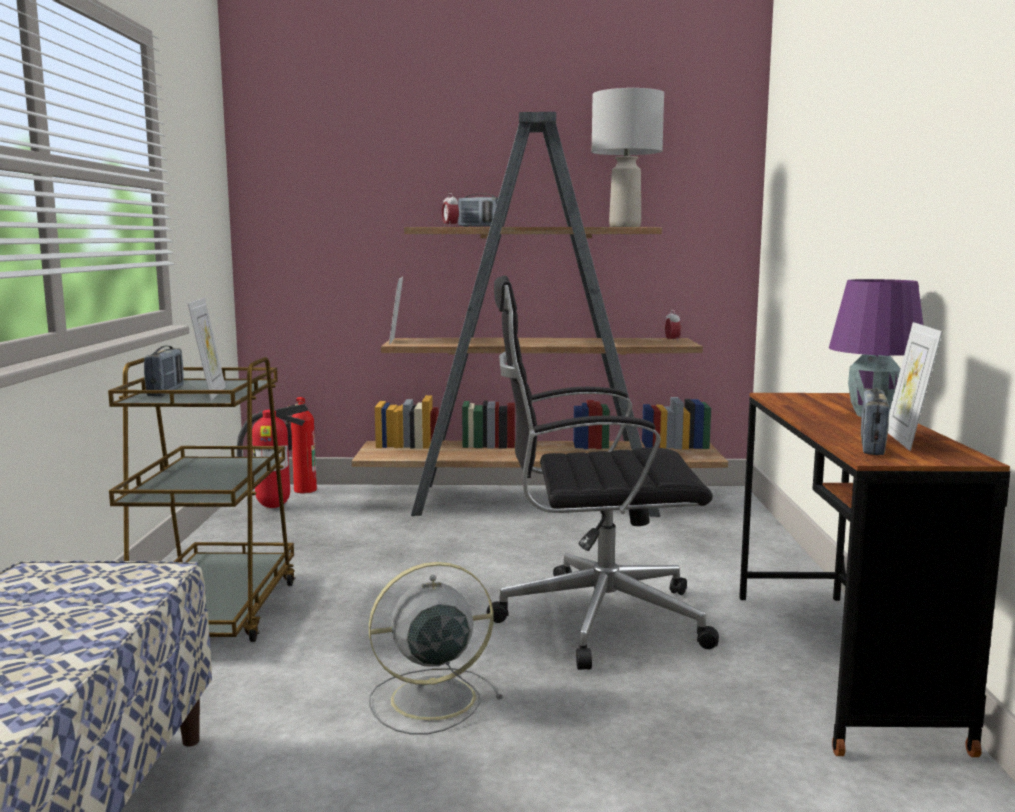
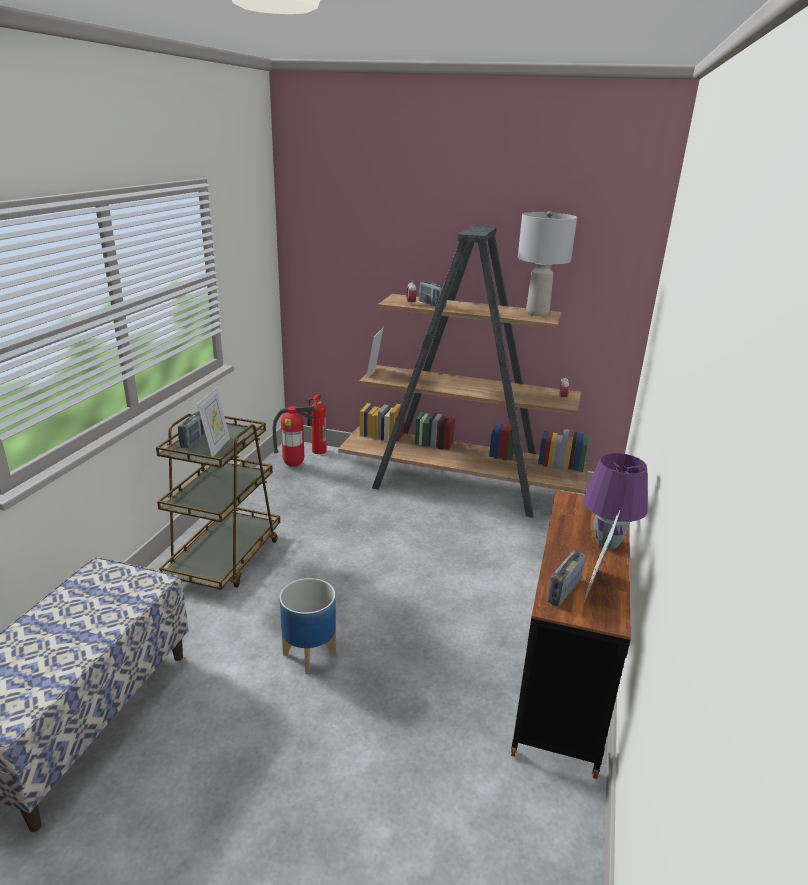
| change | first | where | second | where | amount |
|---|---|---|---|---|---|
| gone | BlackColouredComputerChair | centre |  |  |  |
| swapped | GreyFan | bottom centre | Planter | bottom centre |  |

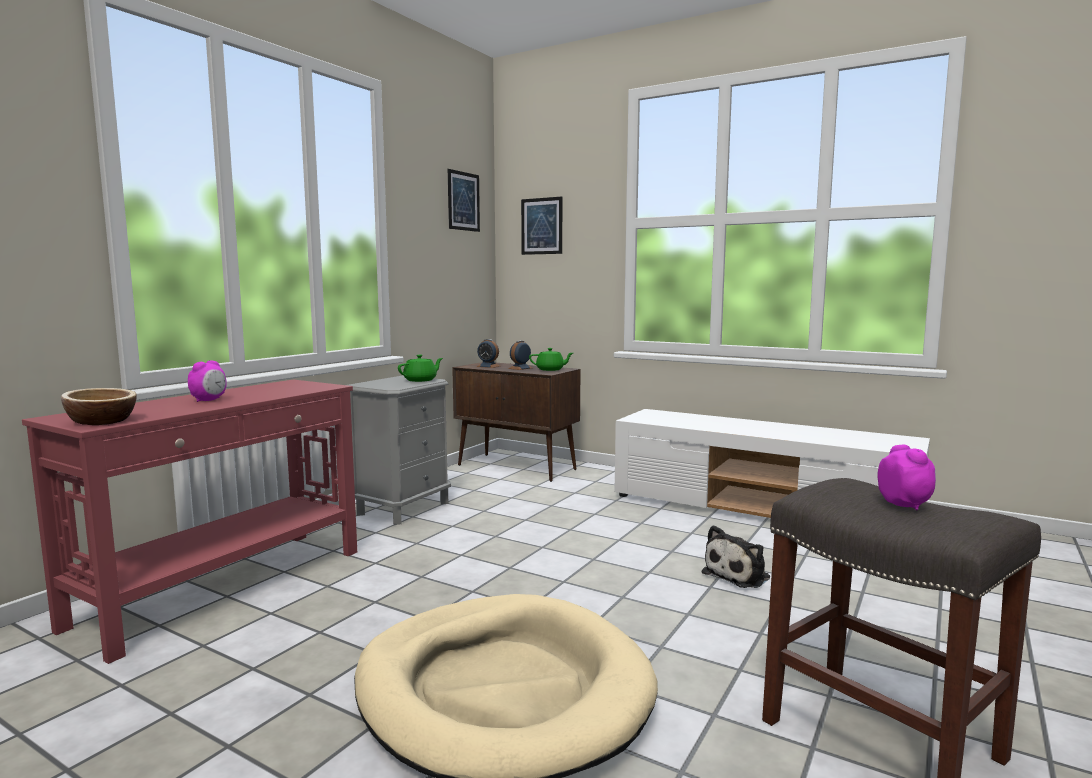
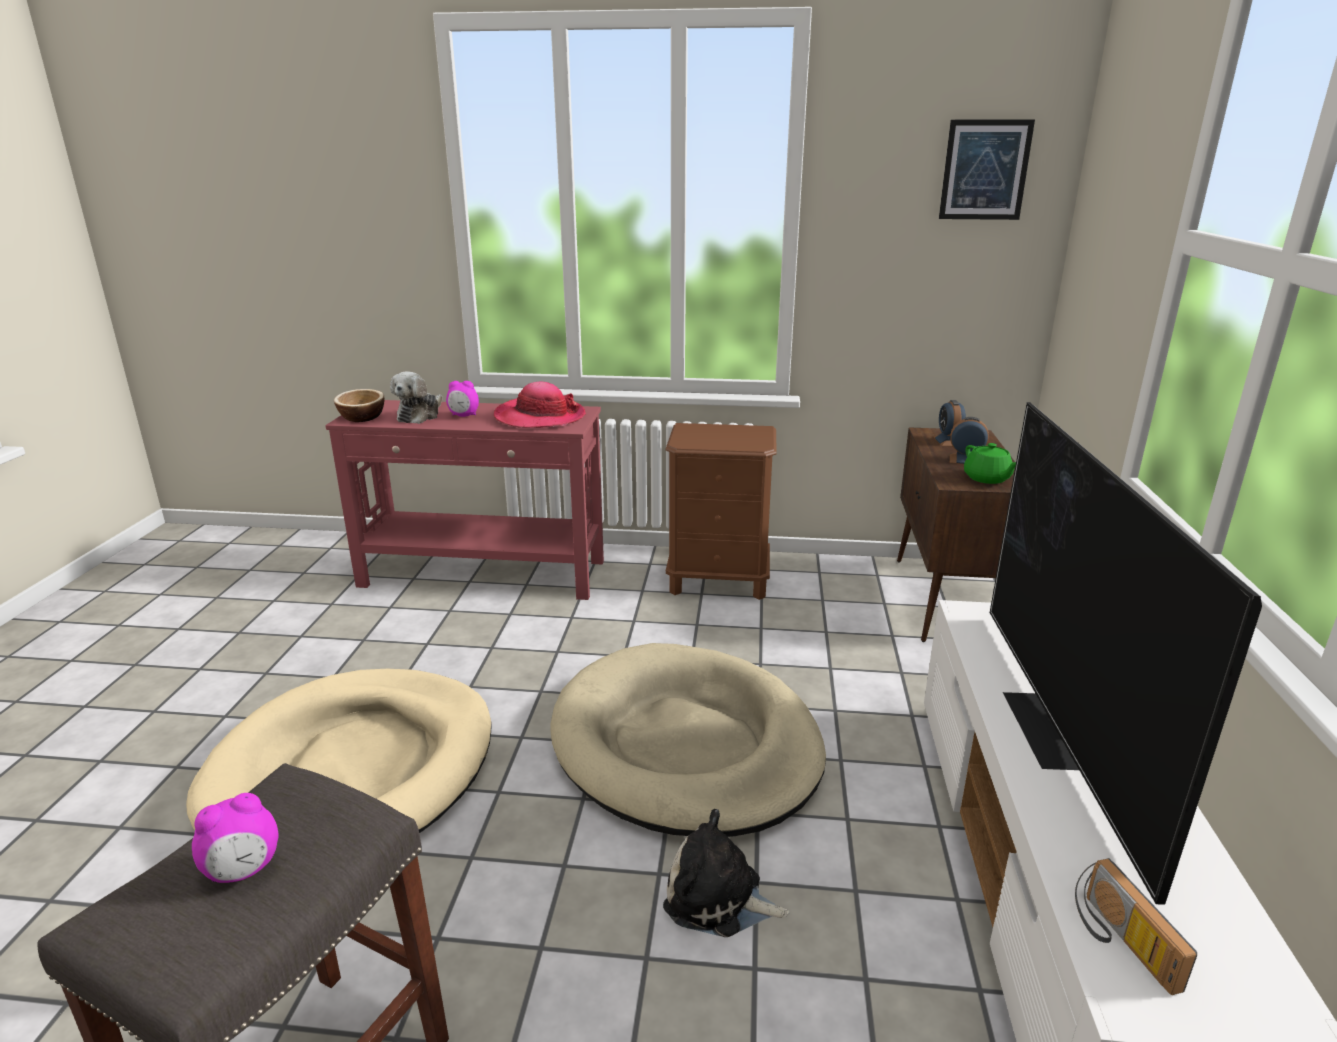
| change | first | where | second | where | amount |
|---|---|---|---|---|---|
| gone | Picture (no. 2 from left) | top centre |  |  |  |
| gone | GreenTeaPot (no. 1 from left) | centre |  |  |  |
| repainted | GreyBedsideTable | centre | BrownBedsideTable | centre |  |
| new |  |  | SoftToy (no. 1 from left) | middle left |  |
| new |  |  | Hat | centre |  |
| new |  |  | Television | middle right |  |
| new |  |  | BeigeDogBed (no. 2 from left) | bottom centre |  |
| new |  |  | RadioReceiver | bottom right |  |

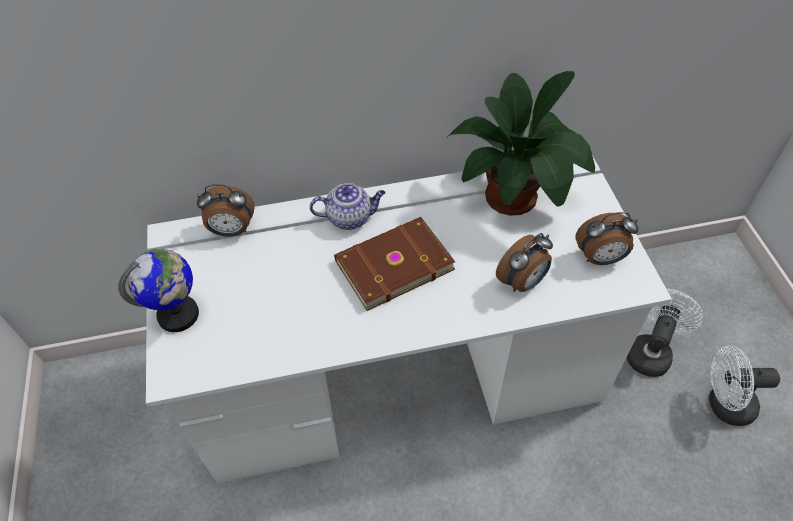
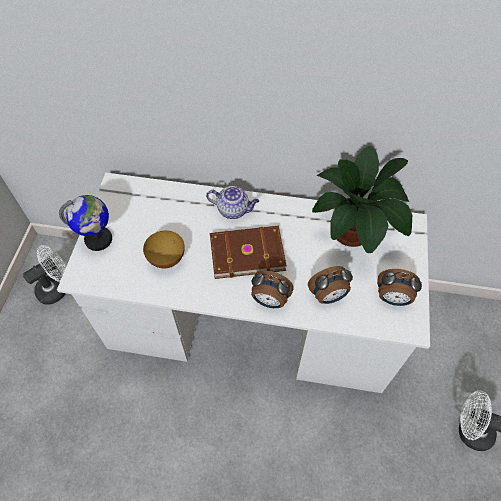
| change | first | where | second | where | amount |
|---|---|---|---|---|---|
| shifted | TableClock (no. 1 from left) | middle left |  | centre |  |
| shifted | WhiteColouredFan (no. 1 from left) | middle right |  | middle left |  |
| new |  |  | DeepDish | middle left |  |

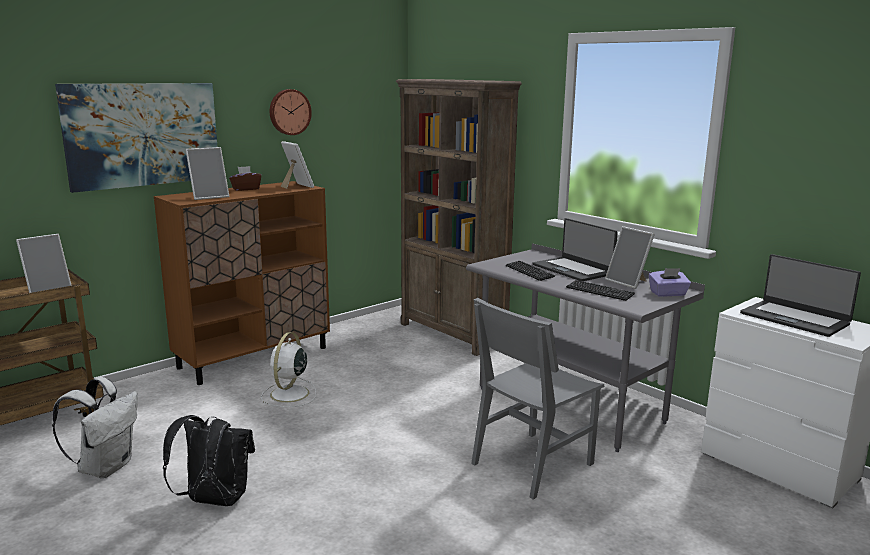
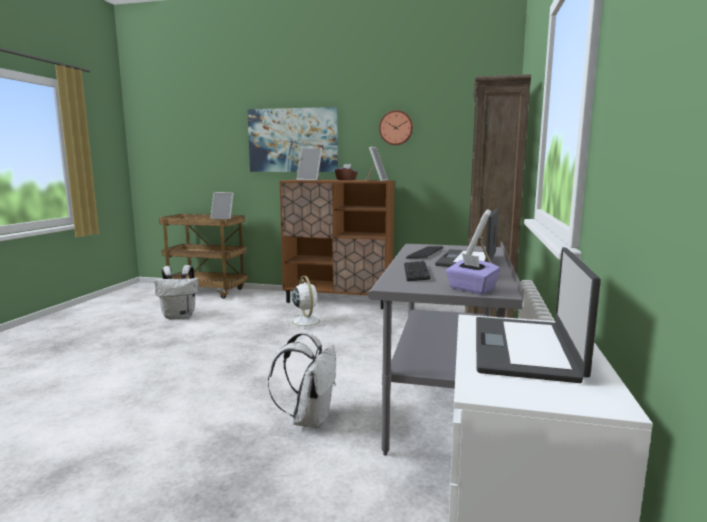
| change | first | where | second | where | amount |
|---|---|---|---|---|---|
| swapped | GreyChair | bottom centre | WhiteColouredKnapsack (no. 2 from left) | bottom centre |  |
| rotated | WhiteColouredFan | middle left |  | centre | 90 degrees clockwise |
| gone | BlackColouredKnapsack | bottom left |  |  |  |

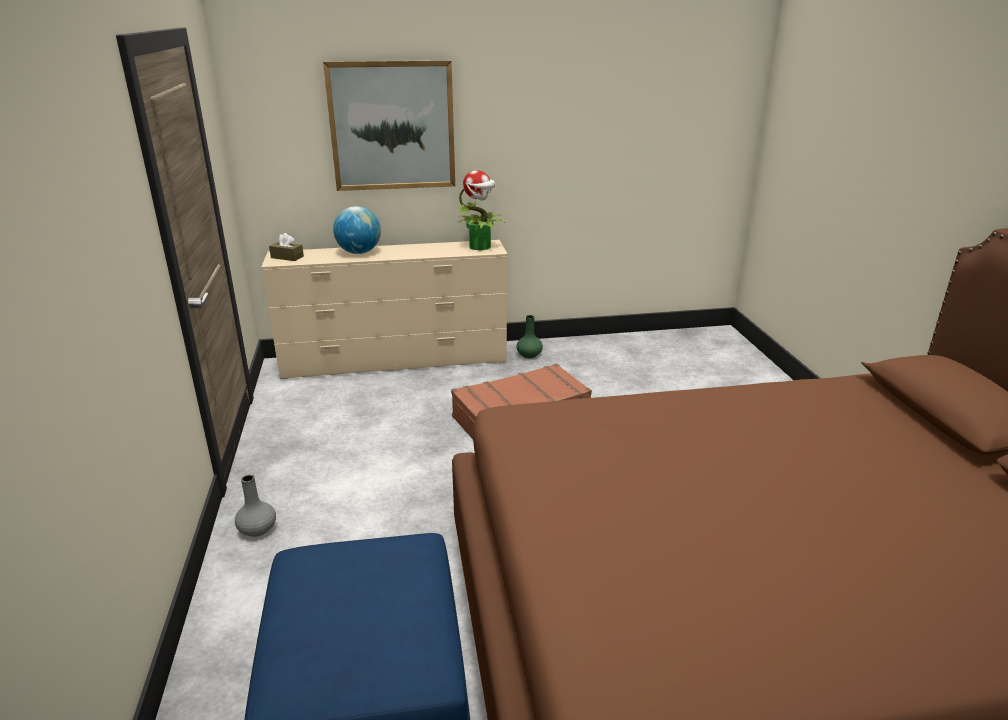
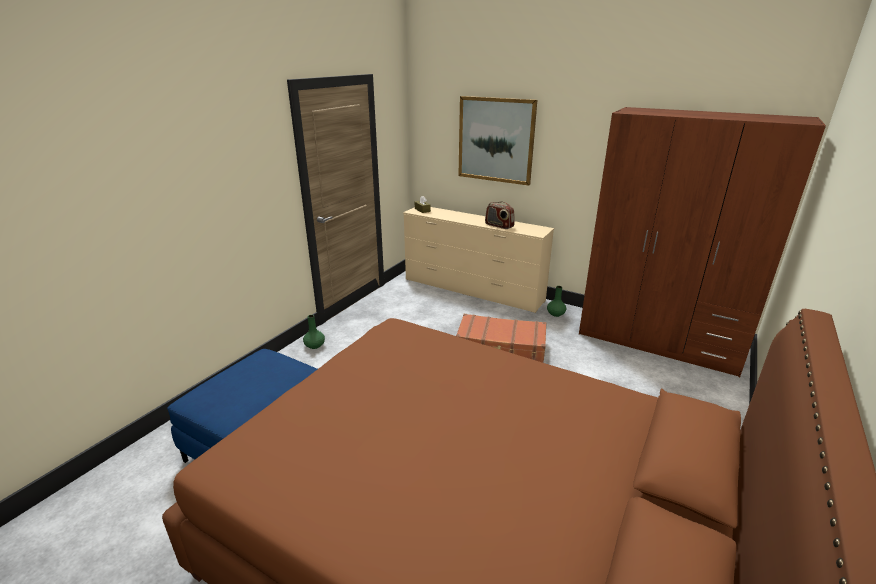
| change | first | where | second | where | amount |
|---|---|---|---|---|---|
| gone | PlantInAPot | top centre |  |  |  |
| gone | Globe | top centre |  |  |  |
| repainted | GreyVase | bottom left | GreenVase (no. 1 from left) | centre |  |
| new |  |  | BrownWardrobe | middle right |  |
| new |  |  | RadioReceiver | centre |  |

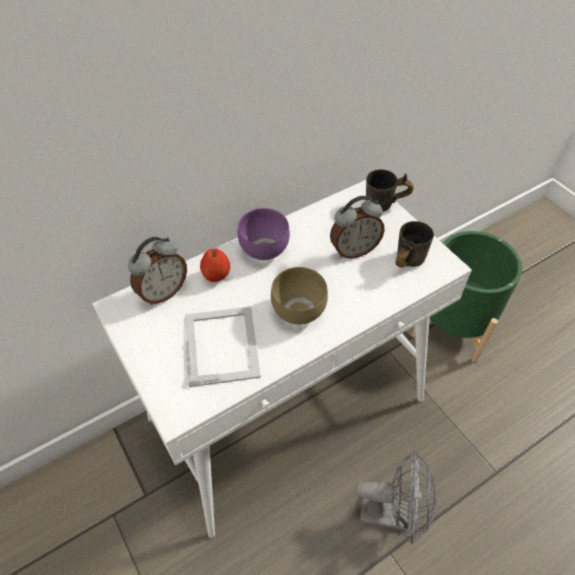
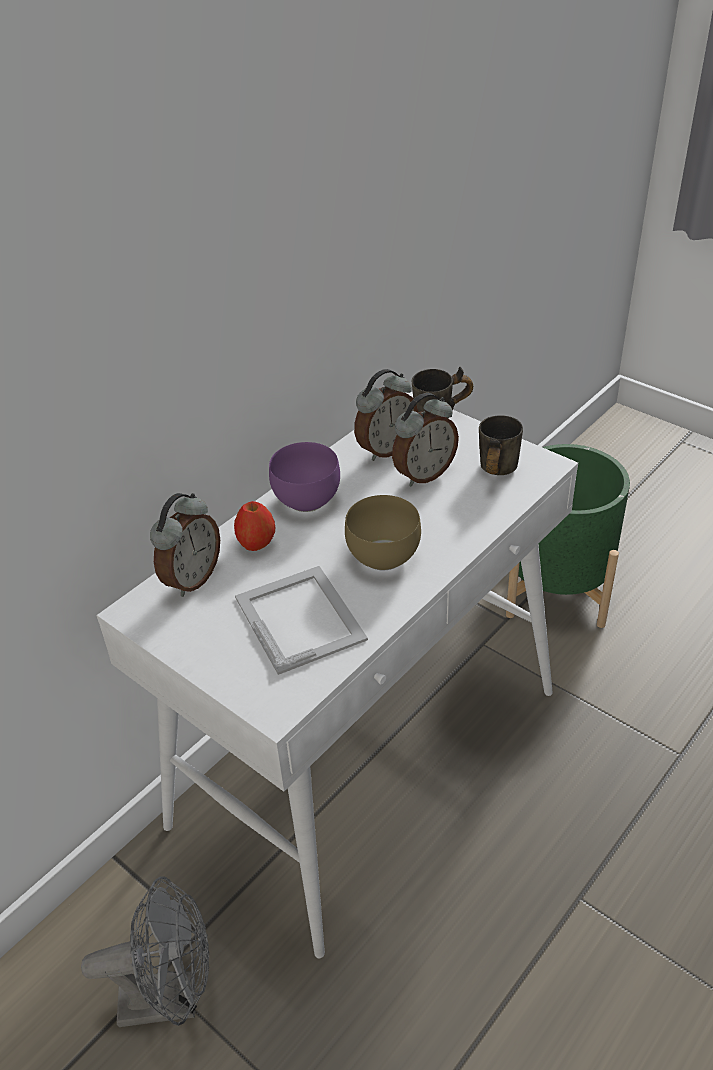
| change | first | where | second | where | amount |
|---|---|---|---|---|---|
| shifted | GreyFan | bottom right |  | bottom left |  |
| new |  |  | TableClock (no. 2 from left) | centre |  |

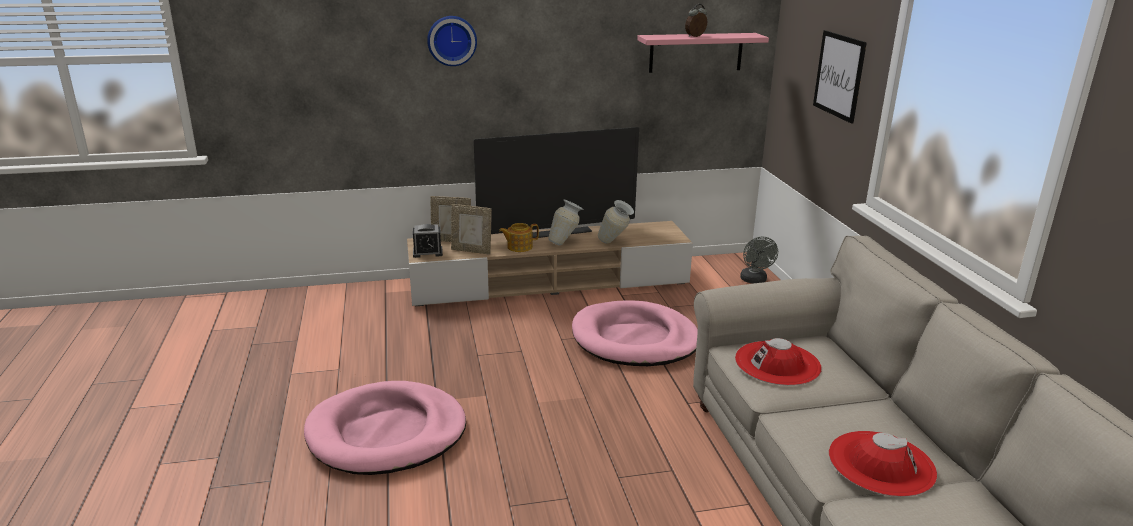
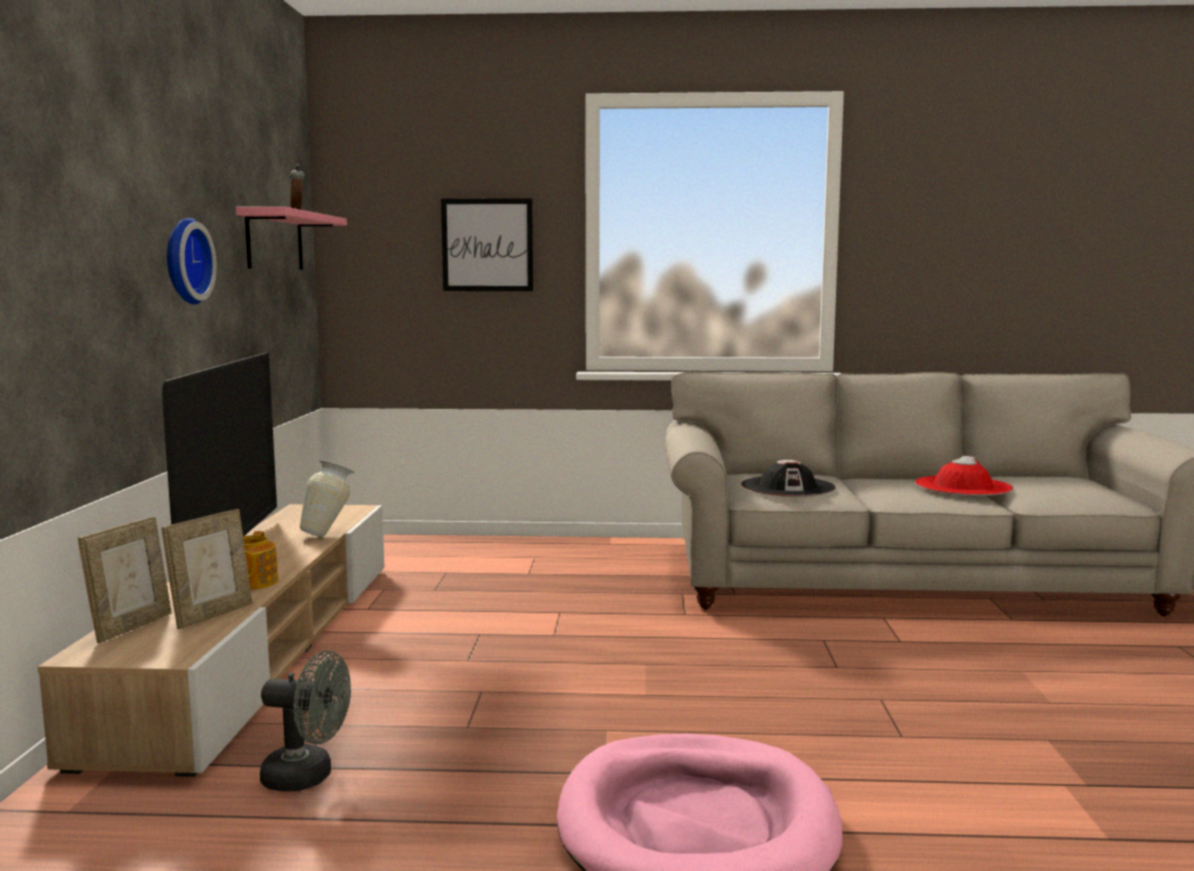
| change | first | where | second | where | amount |
|---|---|---|---|---|---|
| shifted | WallClock | top centre |  | top left |  |
| gone | Vase (no. 1 from left) | centre |  |  |  |
| gone | TableClock (no. 1 from left) | centre |  |  |  |
| shifted | GreyFan | middle right |  | bottom left |  |
| gone | PinkDogBed (no. 2 from left) | centre |  |  |  |
| repainted | ReddishHat (no. 1 from left) | bottom right | BlackColouredHat | centre |  |

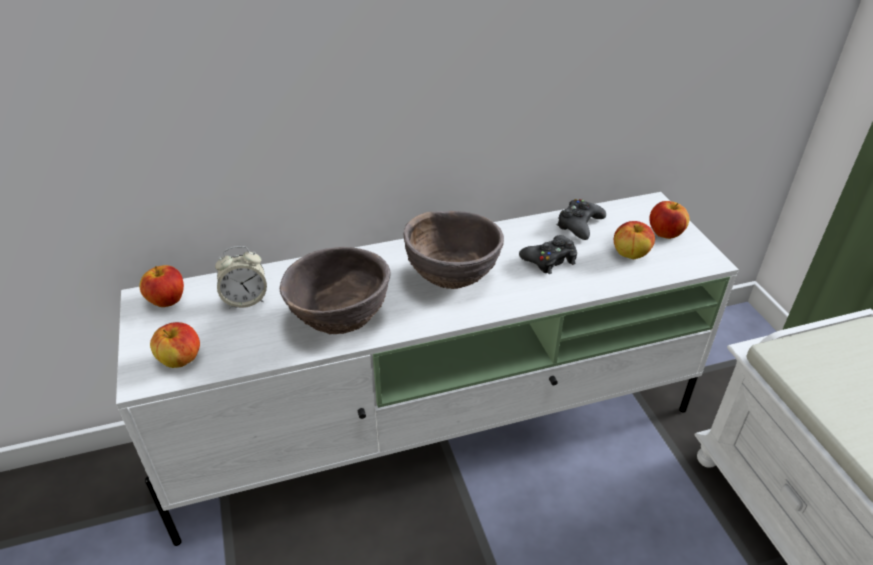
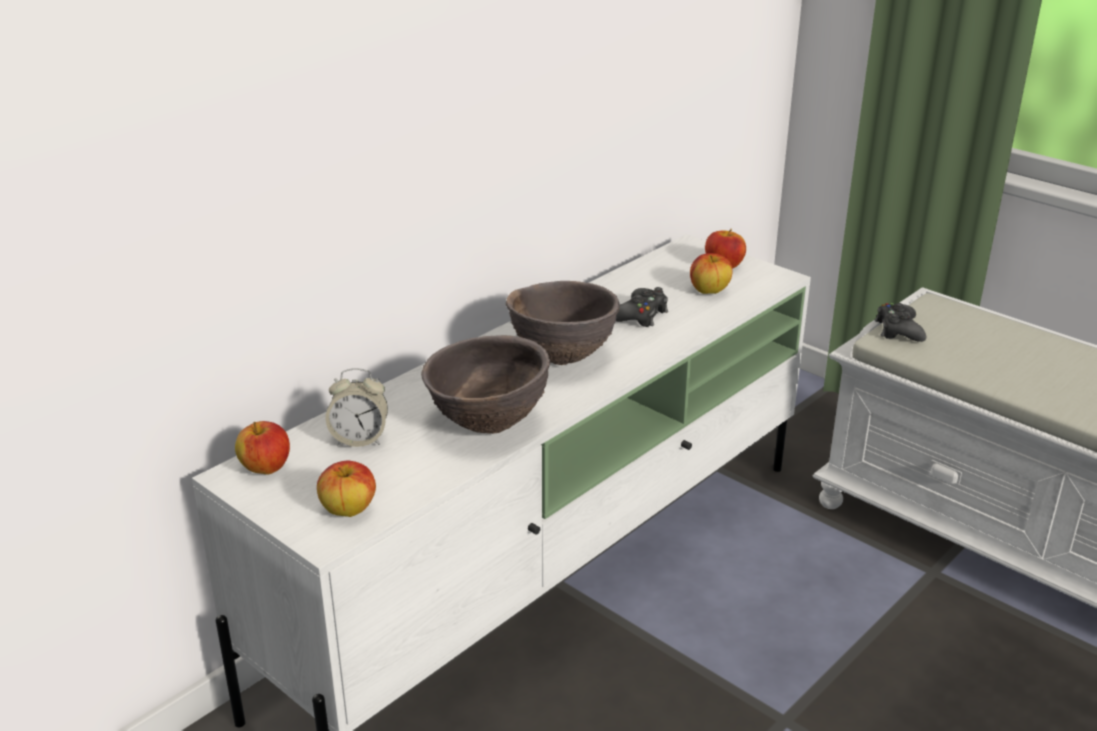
| change | first | where | second | where | amount |
|---|---|---|---|---|---|
| shifted | BlackColouredGameController (no. 2 from left) | centre |  | middle right |  |
| rotated | TableClock | middle left |  | middle left | 45 degrees clockwise |

